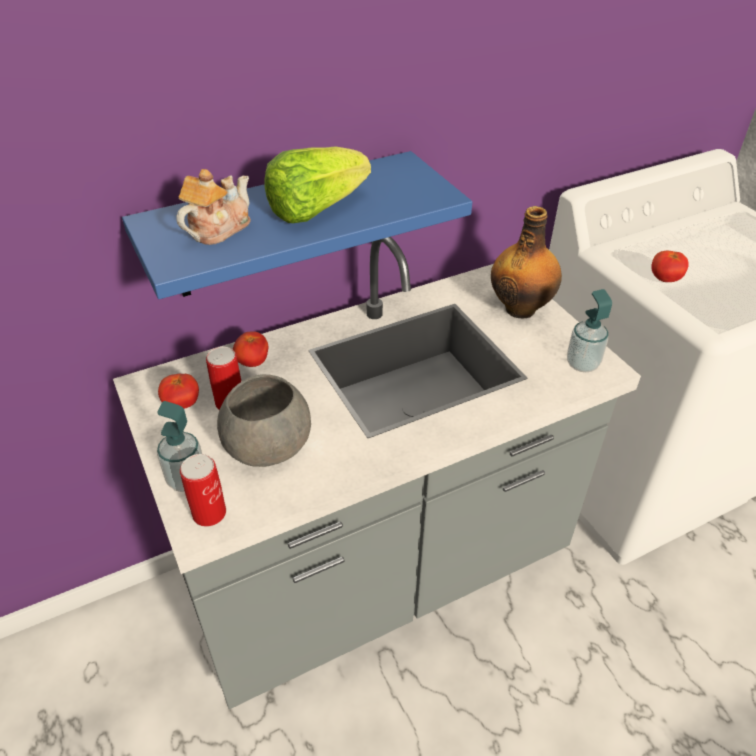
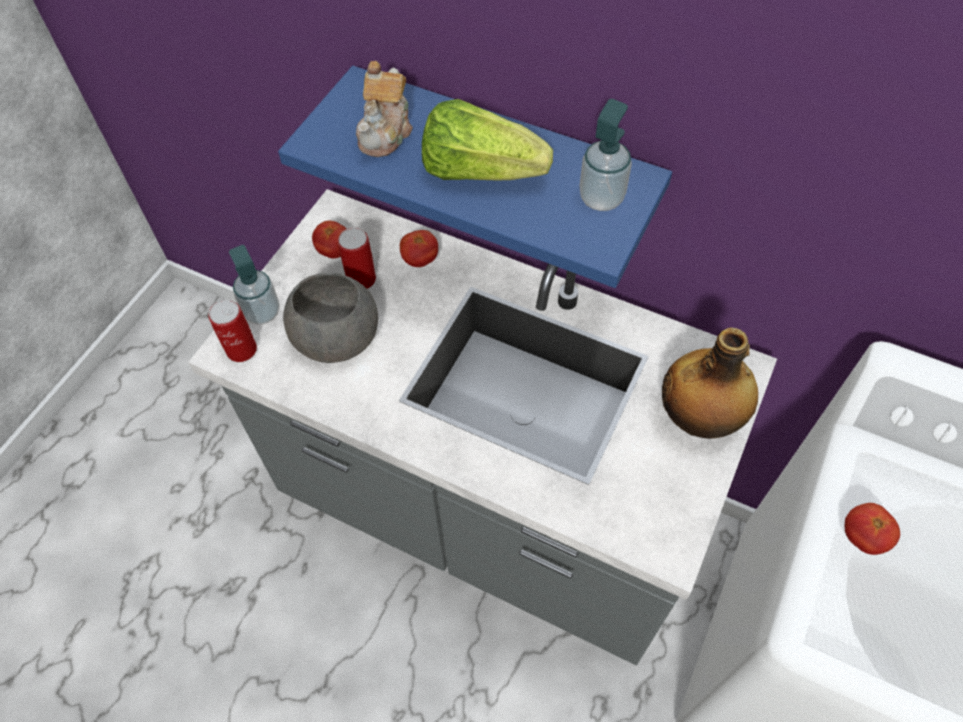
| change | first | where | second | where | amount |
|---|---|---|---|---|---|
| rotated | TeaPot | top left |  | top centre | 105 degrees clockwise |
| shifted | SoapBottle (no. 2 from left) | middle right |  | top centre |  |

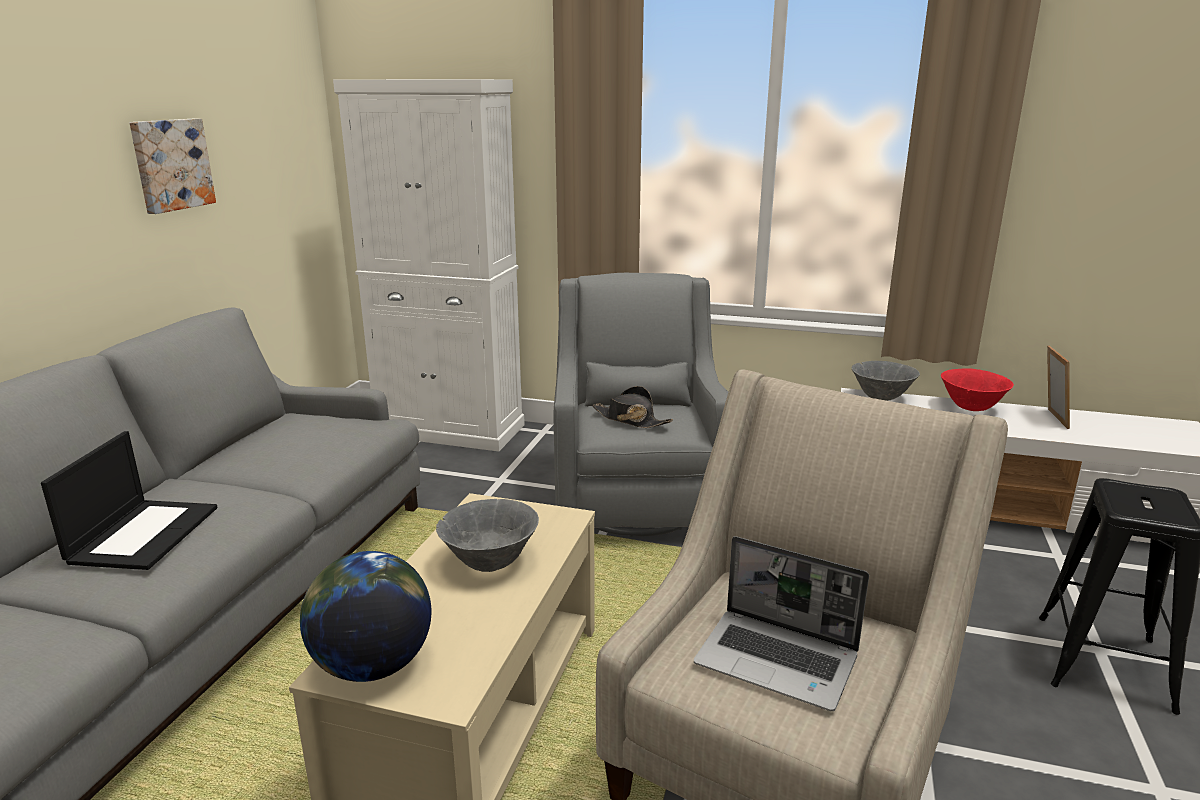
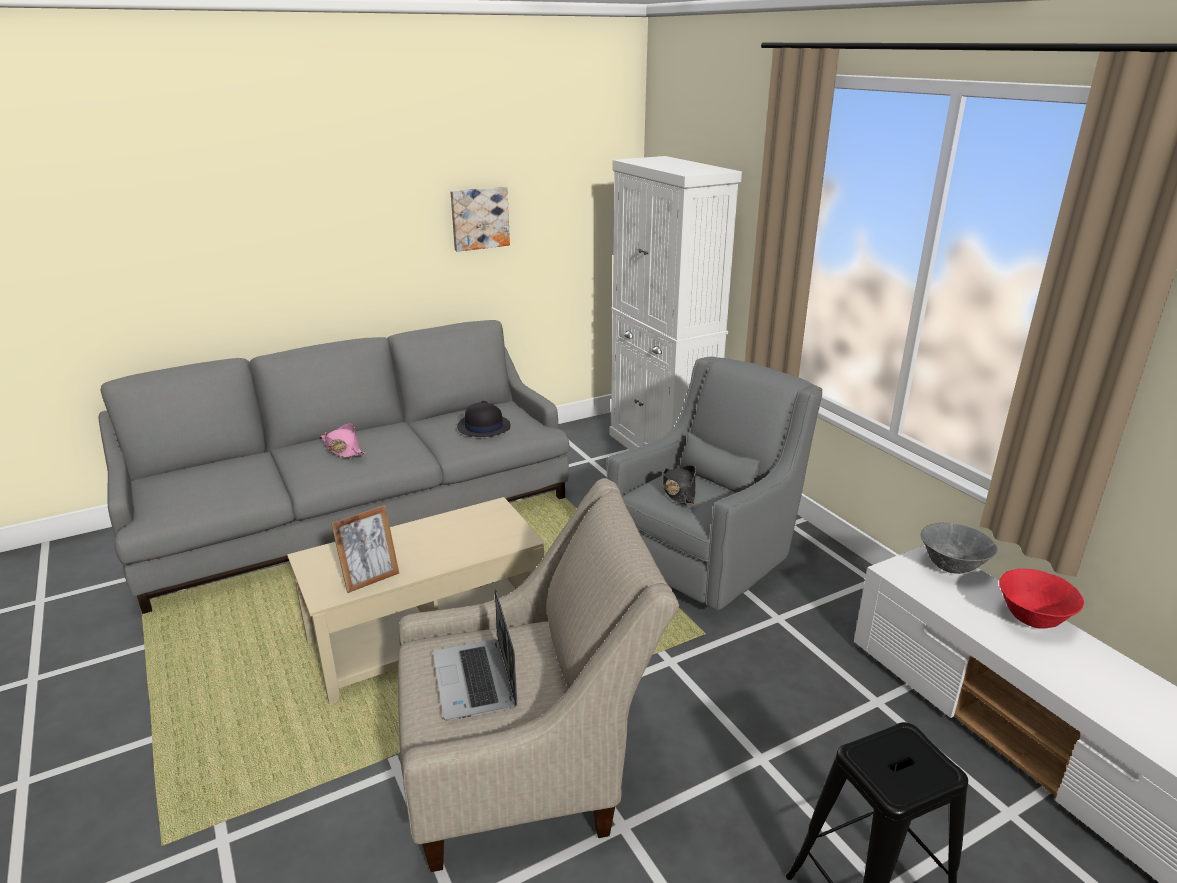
| change | first | where | second | where | amount |
|---|---|---|---|---|---|
| shifted | PhotoFrame | middle right |  | middle left |  |
| swapped | NotebookComputer (no. 1 from left) | middle left | PinkHat | middle left |  |
| gone | GreyDeepDish (no. 1 from left) | bottom centre |  |  |  |
| gone | Globe | bottom left |  |  |  |
| new |  |  | BlackColouredHat (no. 1 from left) | centre |  |

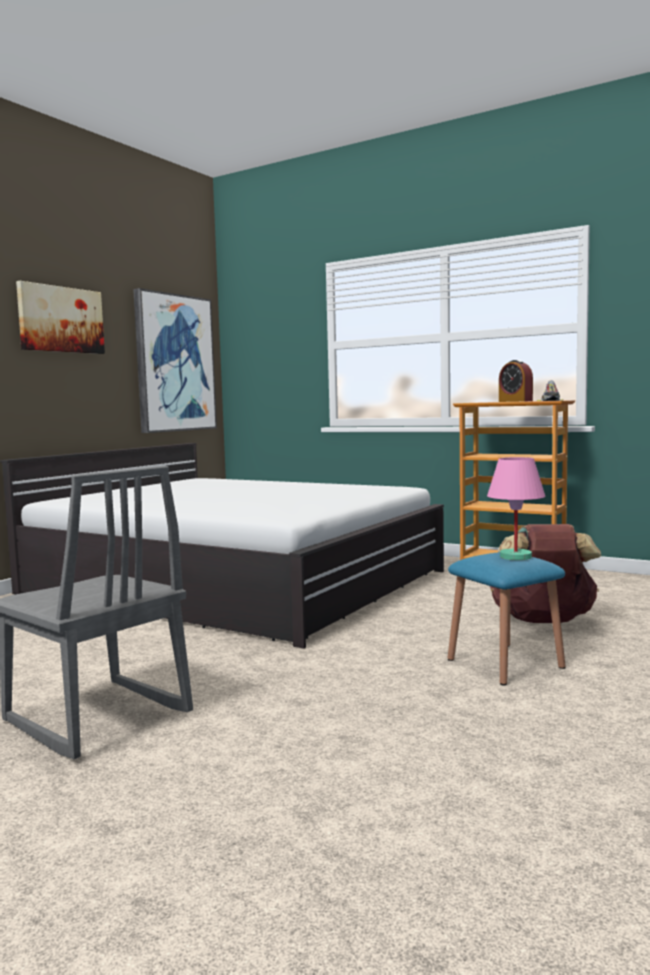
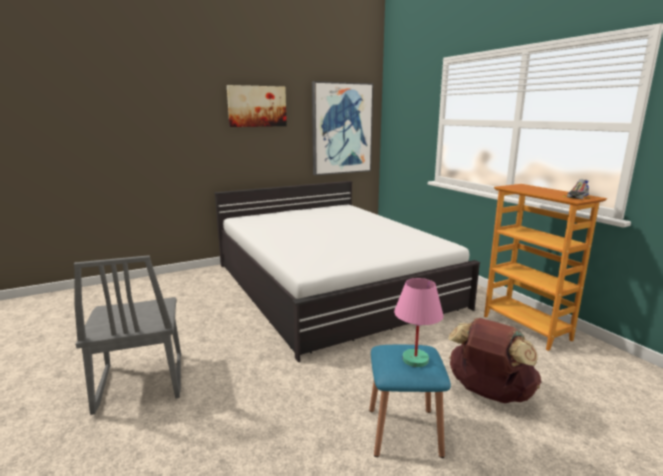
| change | first | where | second | where | amount |
|---|---|---|---|---|---|
| gone | TableClock | middle right |  |  |  |

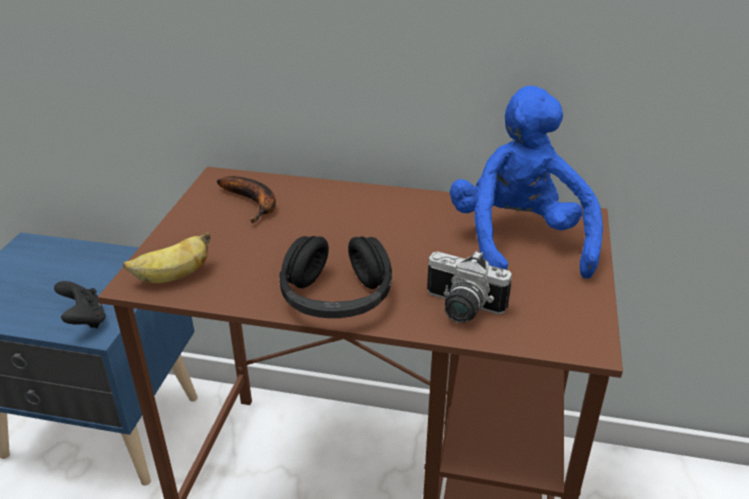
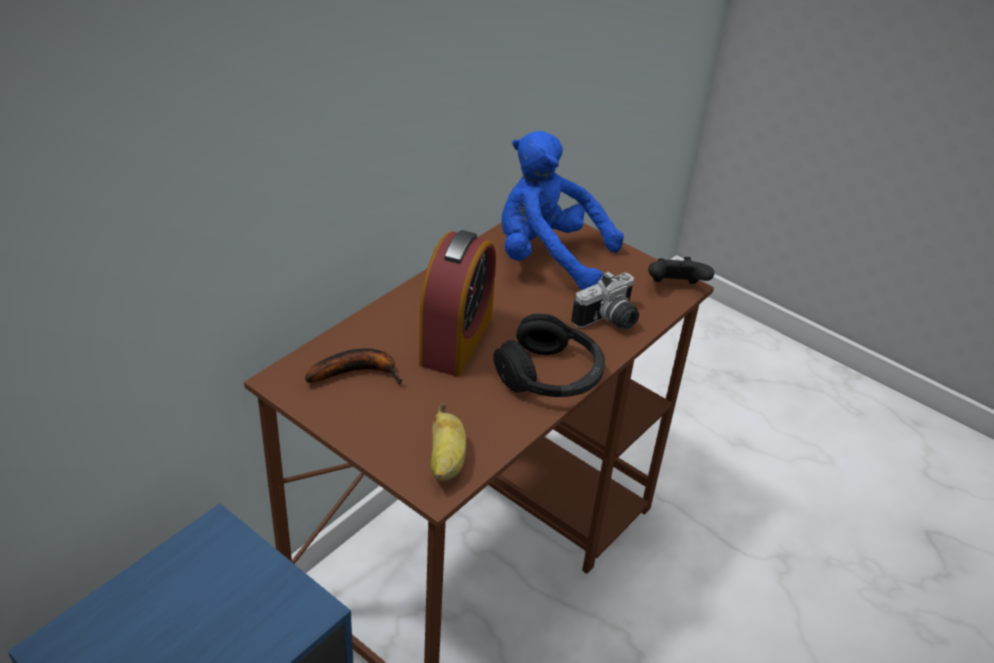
| change | first | where | second | where | amount |
|---|---|---|---|---|---|
| shifted | BlackColouredGameController | middle left |  | middle right |  |
| new |  |  | TableClock | centre |  |

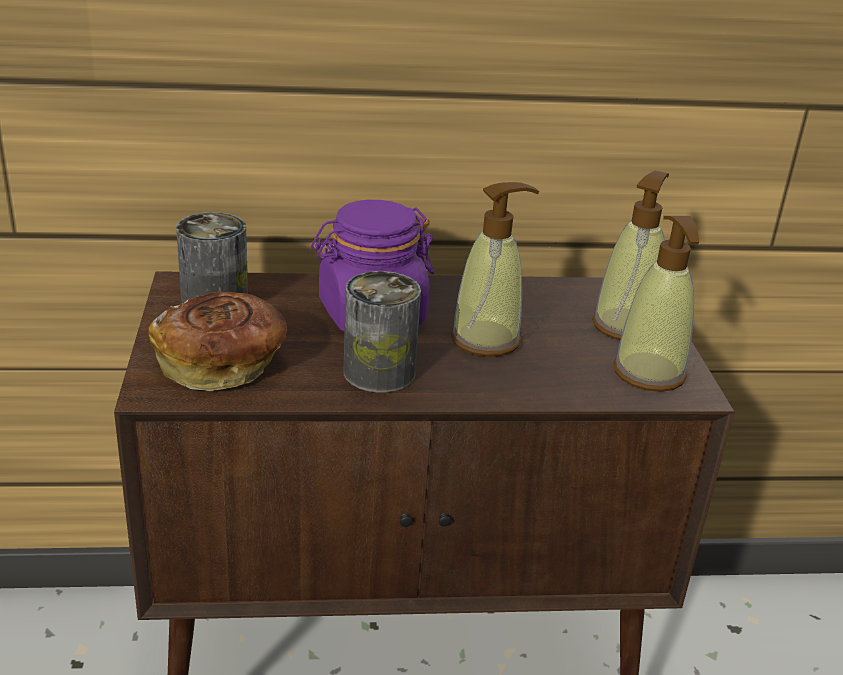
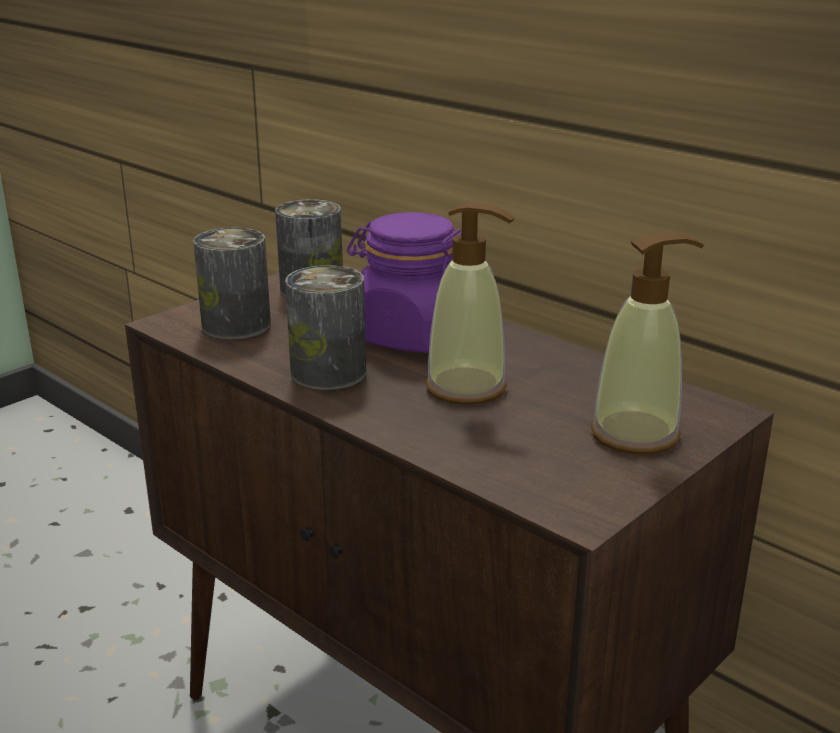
| change | first | where | second | where | amount |
|---|---|---|---|---|---|
| gone | SoapBottle (no. 3 from left) | middle right |  |  |  |
| swapped | BakeryBread | middle left | MetalCan (no. 1 from left) | middle left |  |

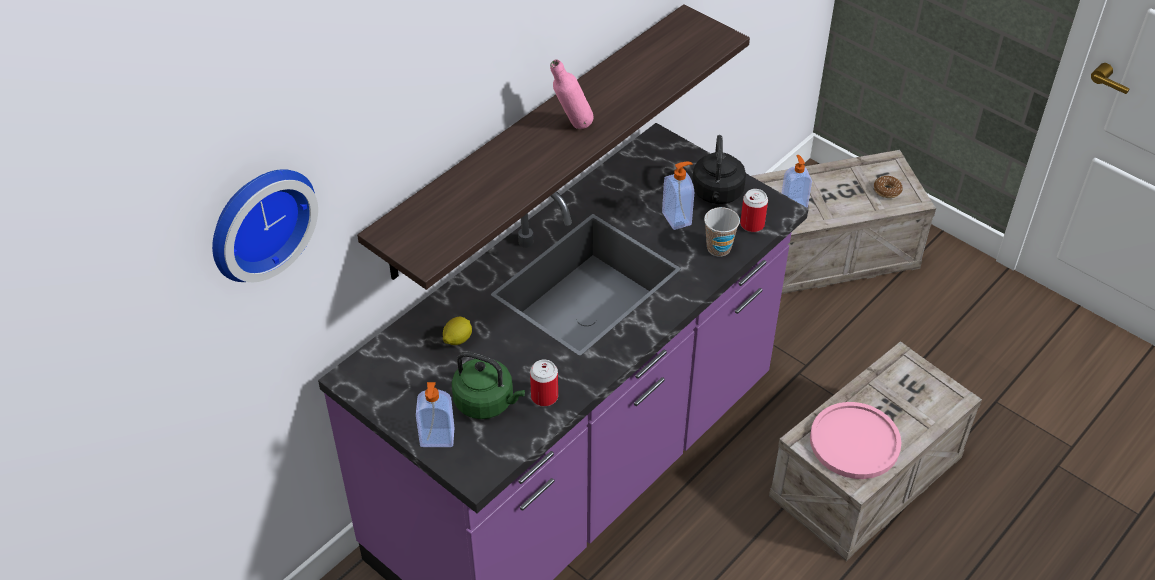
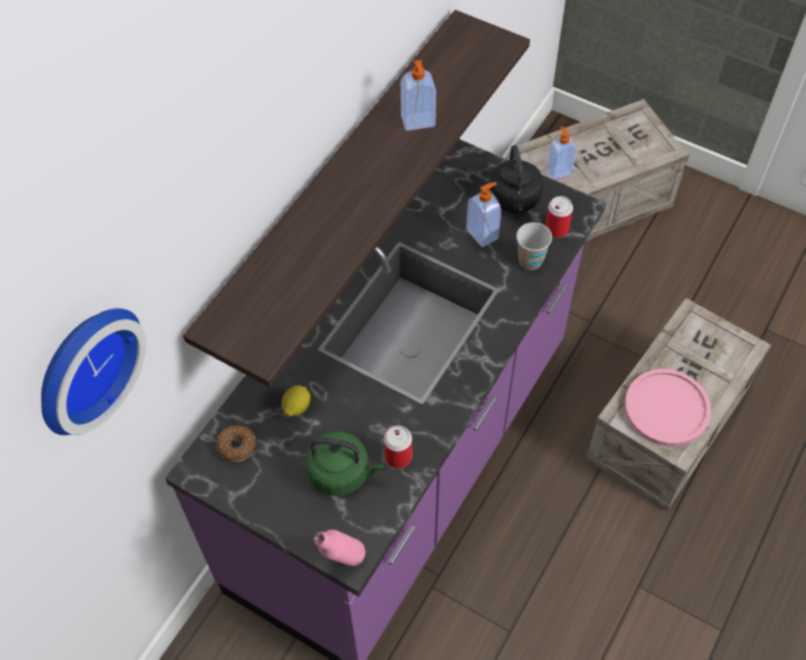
| change | first | where | second | where | amount |
|---|---|---|---|---|---|
| shifted | PinkBottle | top centre |  | bottom centre |  |
| shifted | Donut | top right |  | bottom left |  |
| shifted | SoapBottle (no. 1 from left) | bottom centre |  | top centre |  |

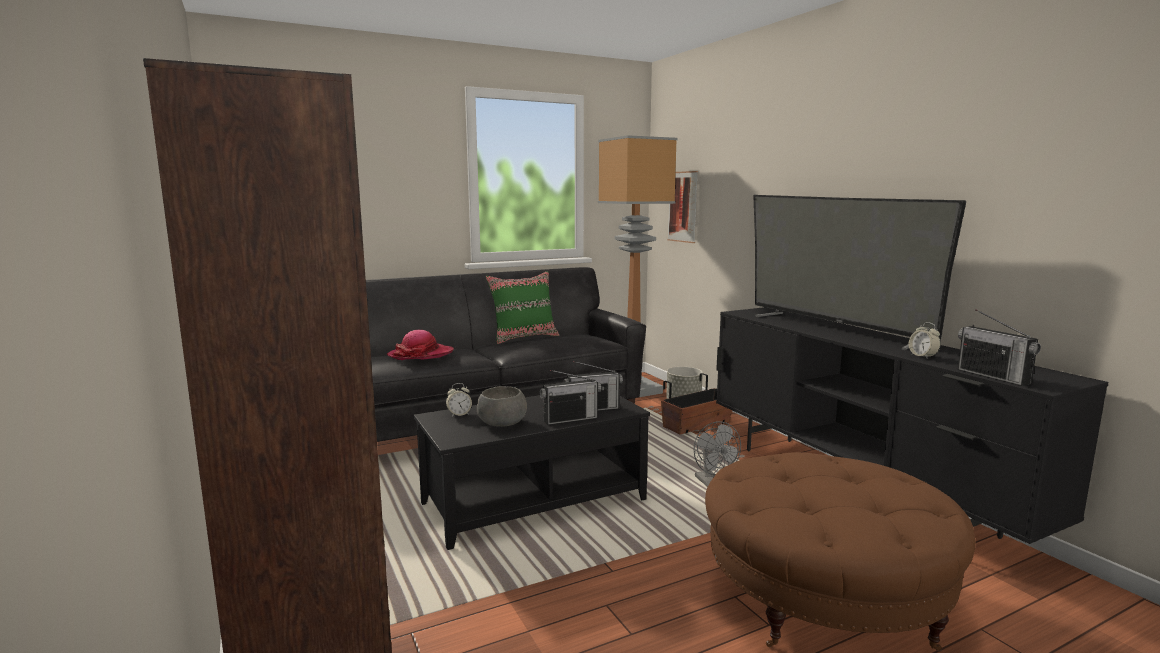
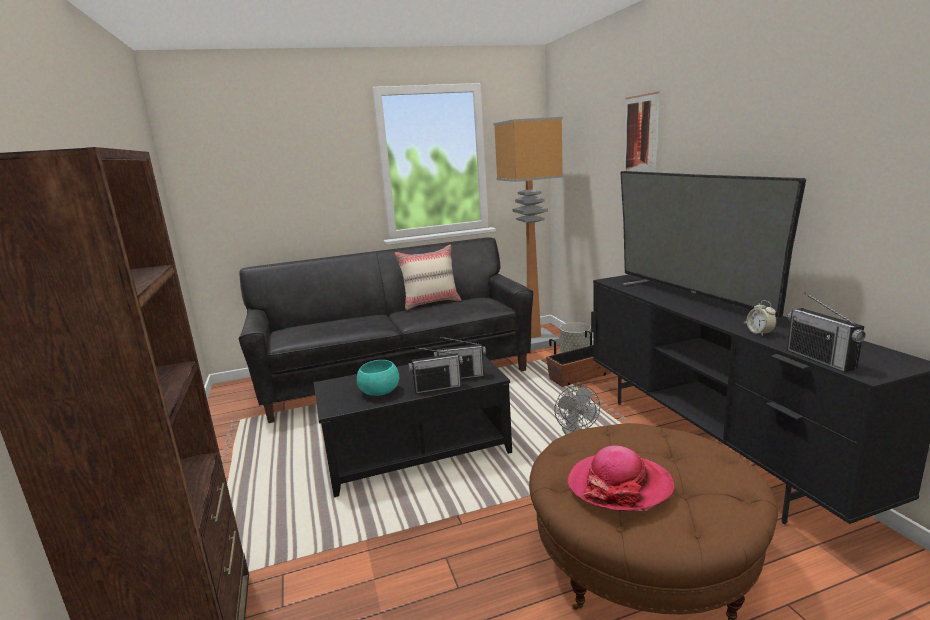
| change | first | where | second | where | amount |
|---|---|---|---|---|---|
| shifted | Picture | top centre |  | top right |  |
| repainted | GreenPillow | centre | BeigePillow | centre |  |
| shifted | Hat | centre |  | bottom right |  |
| gone | TableClock (no. 1 from left) | centre |  |  |  |
| repainted | GreyDeepDish | centre | BlueGreenDeepDish | centre |  |

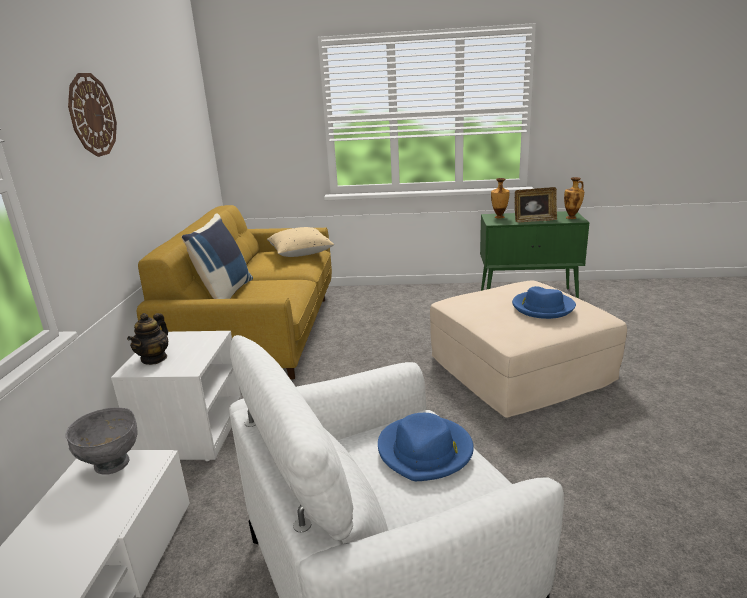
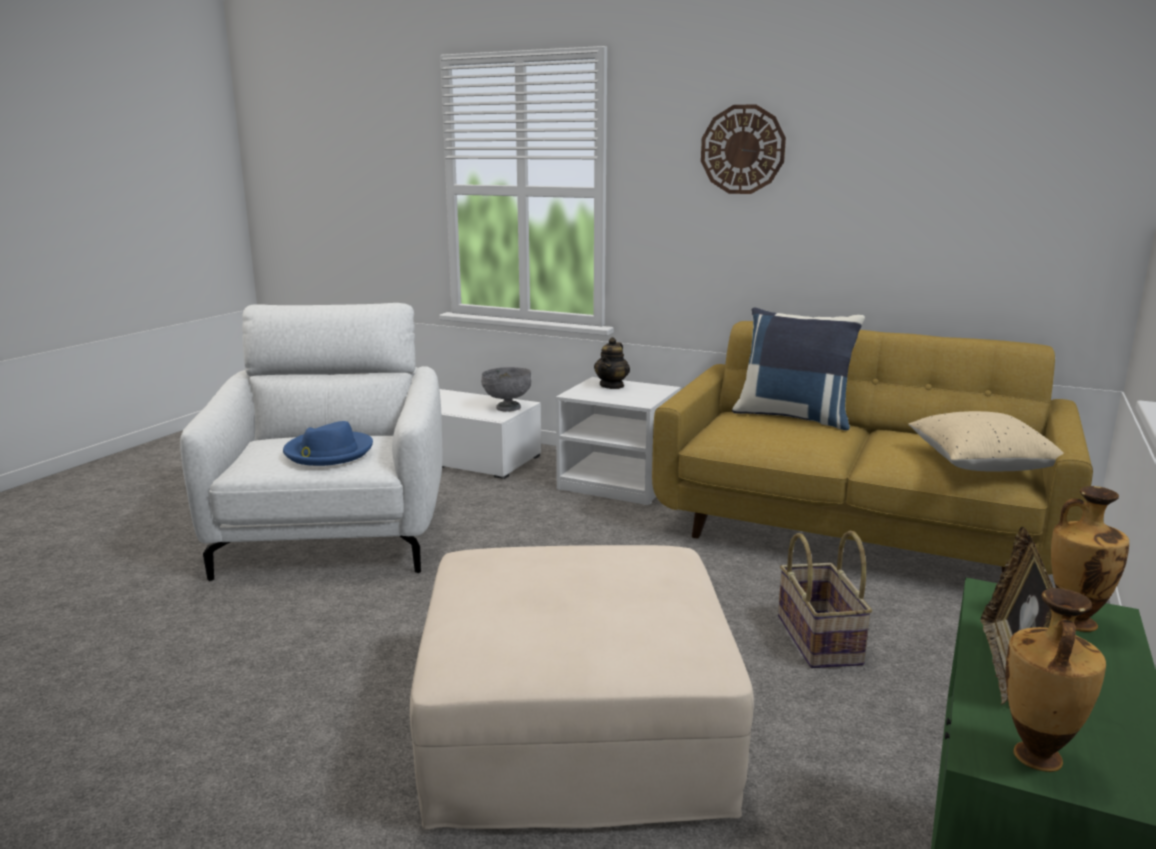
| change | first | where | second | where | amount |
|---|---|---|---|---|---|
| gone | BluishHat (no. 2 from left) | middle right |  |  |  |
| rotated | TeaPot | middle left |  | centre | 105 degrees counterclockwise |
| new |  |  | Basket | bottom right |  |

